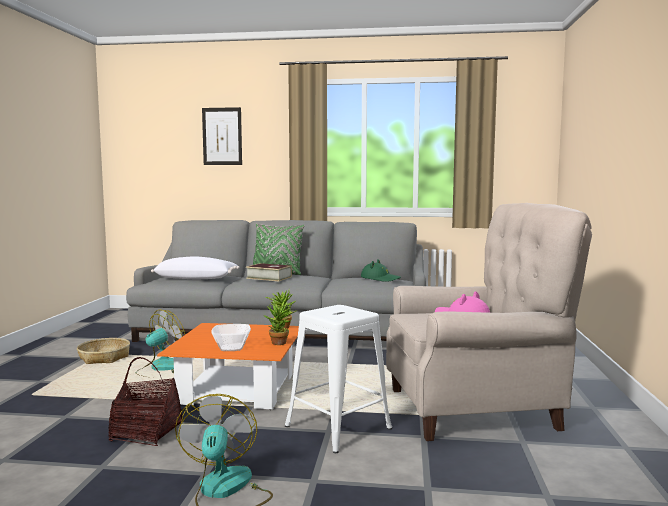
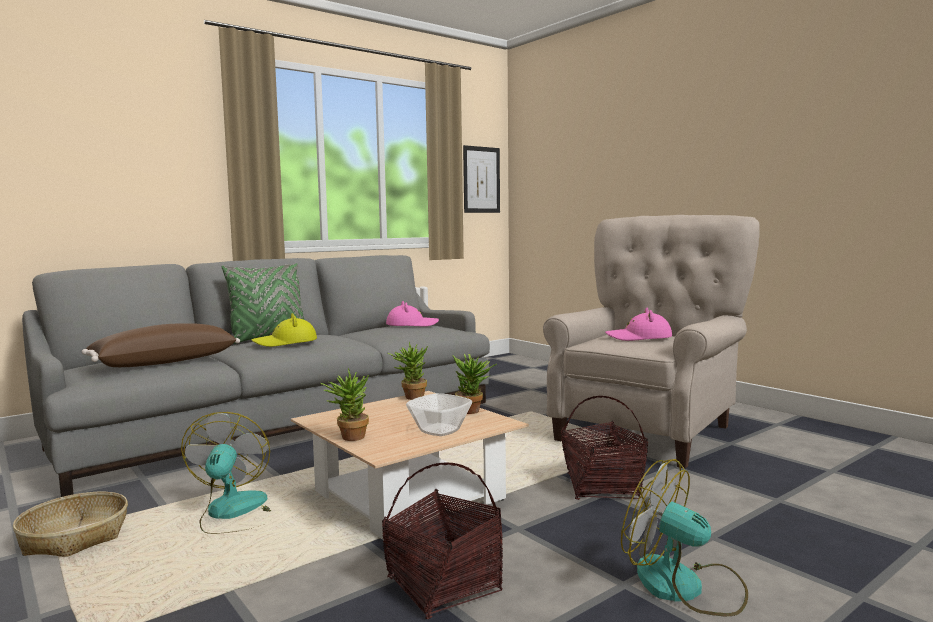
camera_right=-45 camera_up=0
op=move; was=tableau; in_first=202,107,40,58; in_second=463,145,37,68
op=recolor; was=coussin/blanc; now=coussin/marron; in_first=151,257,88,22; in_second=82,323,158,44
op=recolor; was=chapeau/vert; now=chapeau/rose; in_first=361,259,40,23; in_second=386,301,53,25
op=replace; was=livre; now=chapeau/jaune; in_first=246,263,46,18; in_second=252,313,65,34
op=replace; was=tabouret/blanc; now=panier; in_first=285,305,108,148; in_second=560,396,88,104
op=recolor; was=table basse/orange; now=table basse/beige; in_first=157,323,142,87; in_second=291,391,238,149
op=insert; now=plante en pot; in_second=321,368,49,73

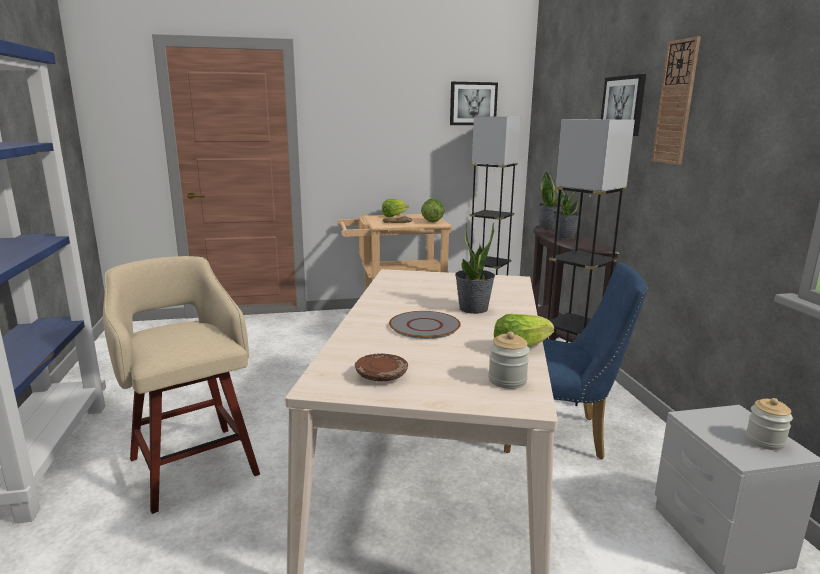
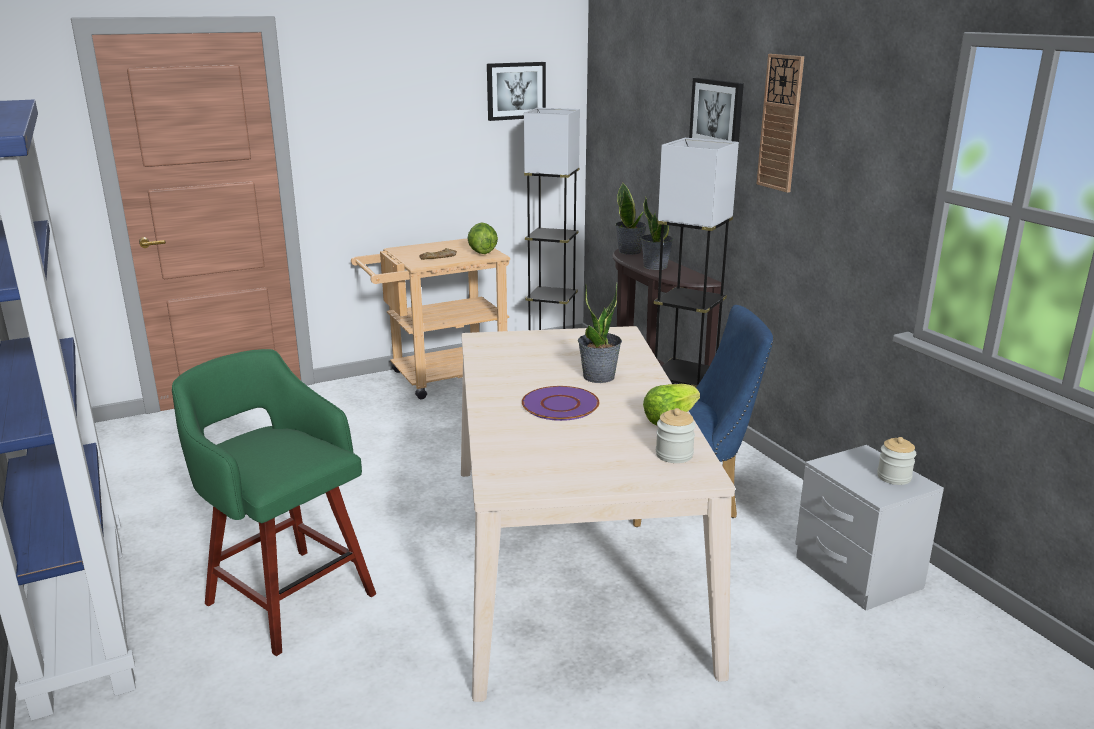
camera_right=-15 camera_up=5
op=delete; was=laitue; in_first=382,199,26,18
op=recolor; was=tabouret/beige; now=tabouret/vert; in_first=103,256,157,258; in_second=172,349,204,307
op=recolor; was=assiette/gris; now=assiette/violet; in_first=389,311,72,28; in_second=522,386,78,35
op=delete; was=assiette/marron; in_first=355,353,53,29

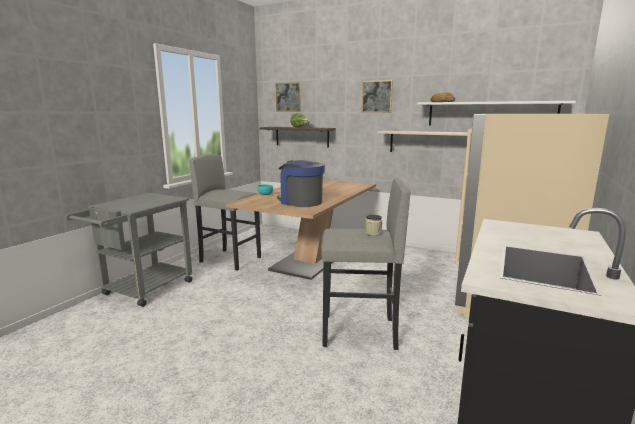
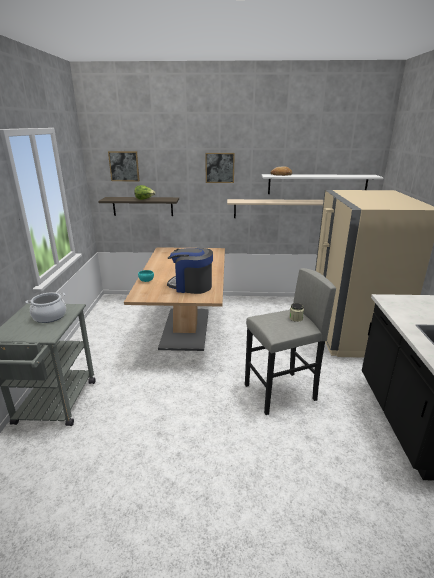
camera_right=-25 camera_up=10
op=delete; was=tabouret/gris; in_first=189,154,72,117
op=insert; now=marmite; in_second=26,293,40,30

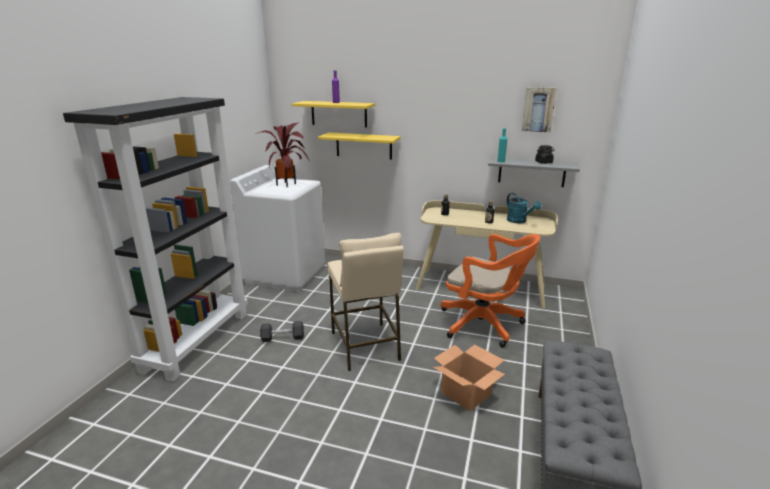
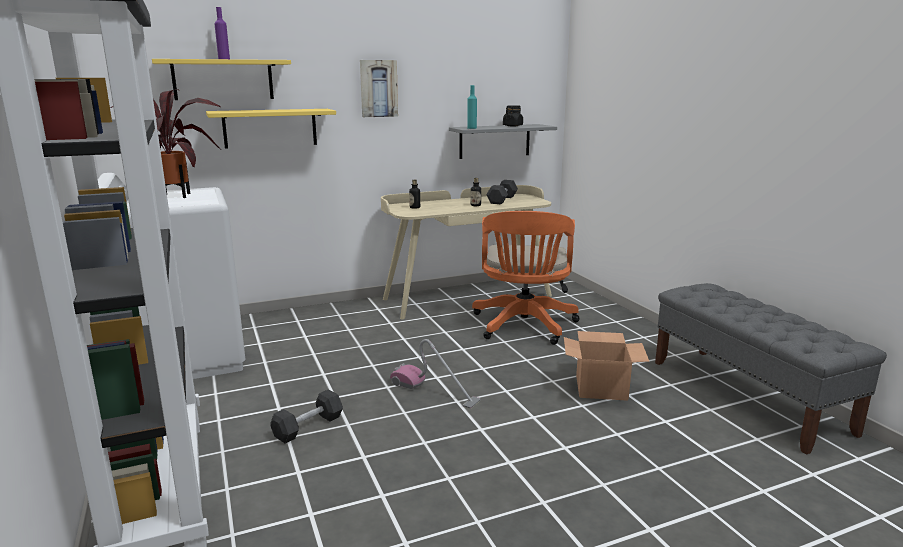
camera_right=-40 camera_up=-5
op=move; was=tableau; in_first=522,87,35,45; in_second=360,60,38,57
op=replace; was=arrosoir/turquoise; now=haltère/noir; in_first=507,193,34,30; in_second=486,180,32,24
op=replace; was=tabouret/beige; now=aspirateur; in_first=327,233,77,138; in_second=390,339,91,70
op=rotate; was=chaise de bureau/orange; in_first=440,234,101,114; in_second=472,211,108,134; clockwise=105

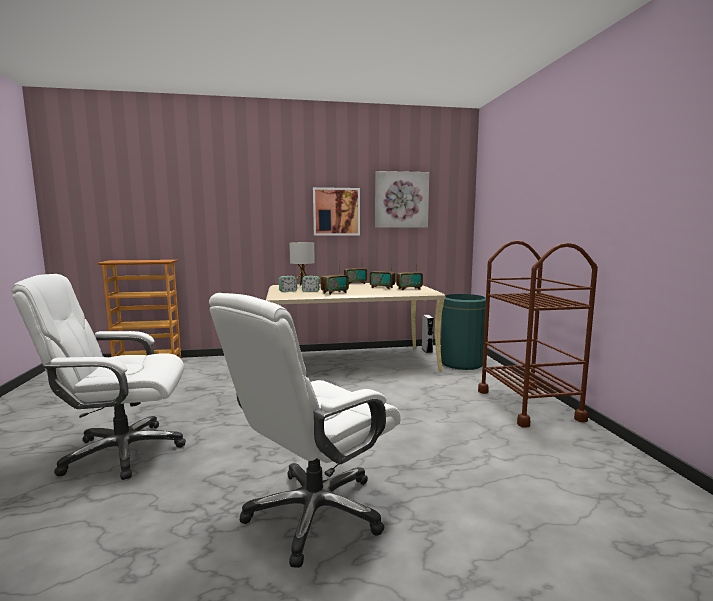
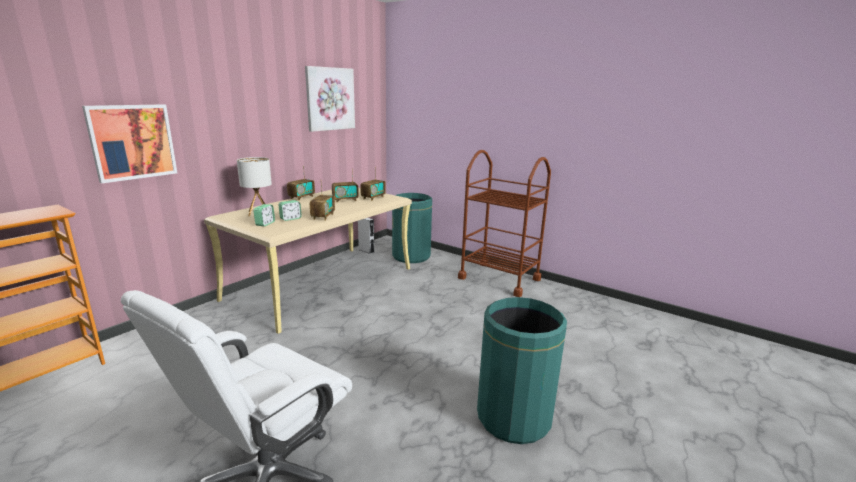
camera_right=-45 camera_up=10
op=move; was=tableau; in_first=313,187,47,49; in_second=82,104,95,79
op=replace; was=chaise de bureau/blanc; now=poubelle/vert; in_first=209,293,192,275; in_second=477,297,90,147

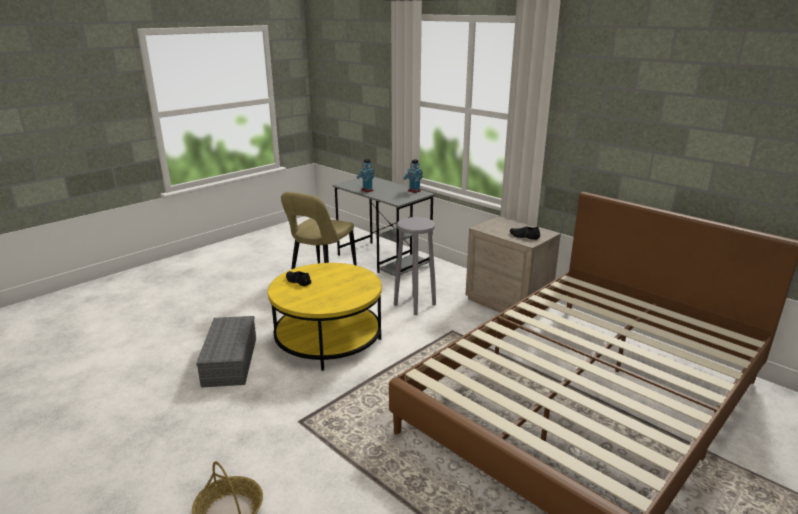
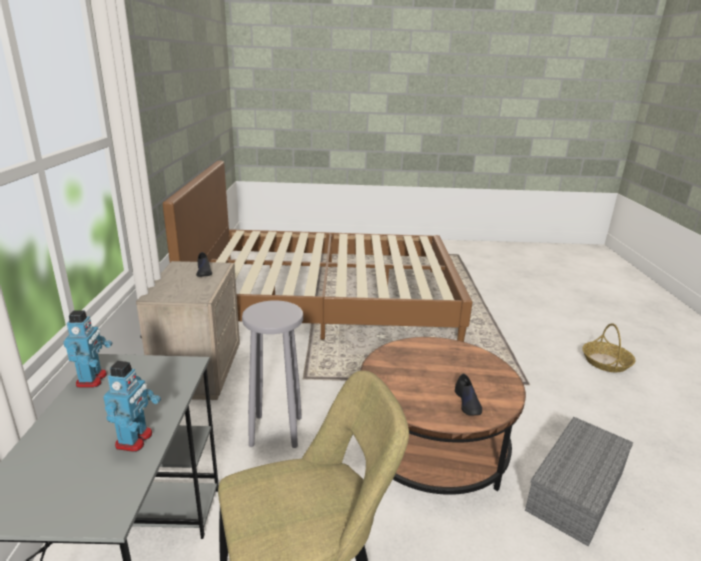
camera_right=-135 camera_up=0
op=recolor; was=table basse/jaune; now=table basse/marron; in_first=268,263,114,107; in_second=360,337,166,158

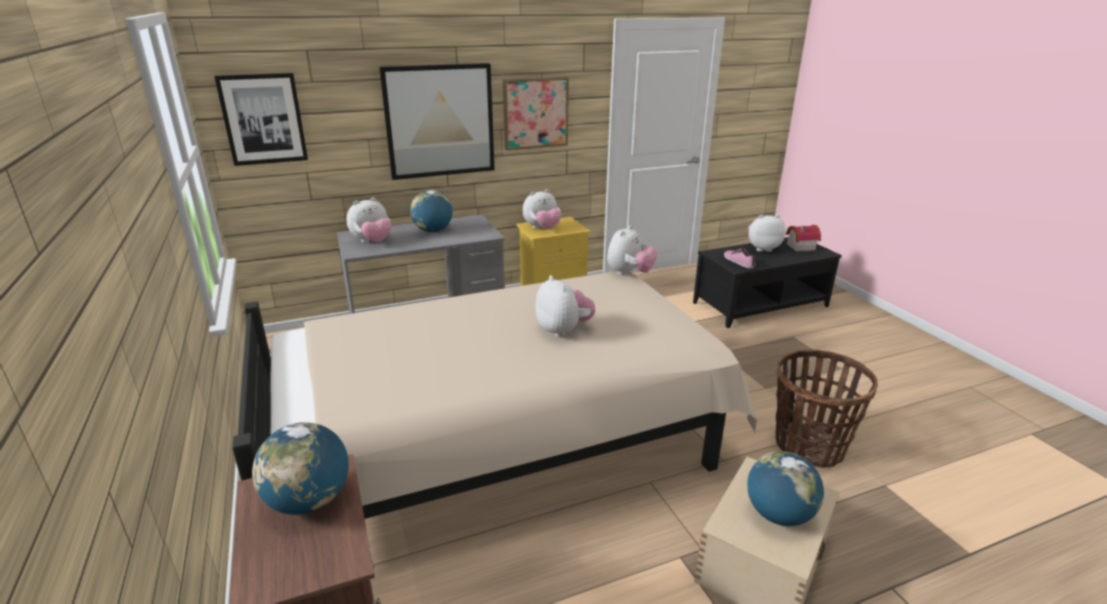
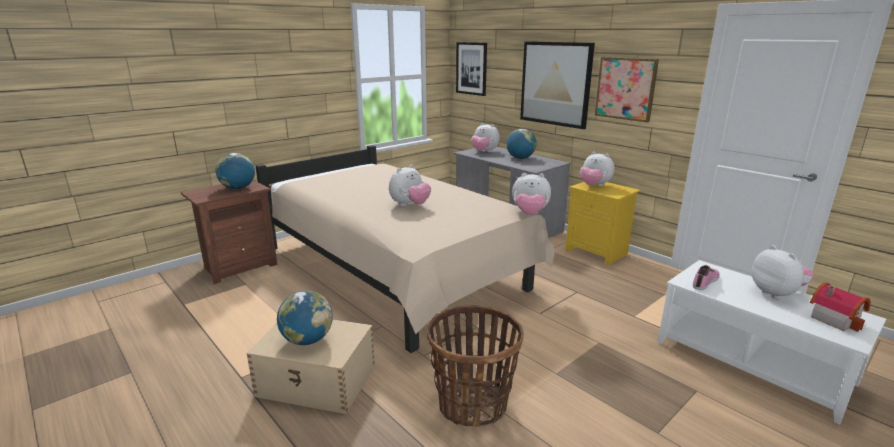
camera_right=70 camera_up=-5
op=recolor; was=table basse/noir; now=table basse/blanc; in_first=693,237,149,91; in_second=657,260,229,165

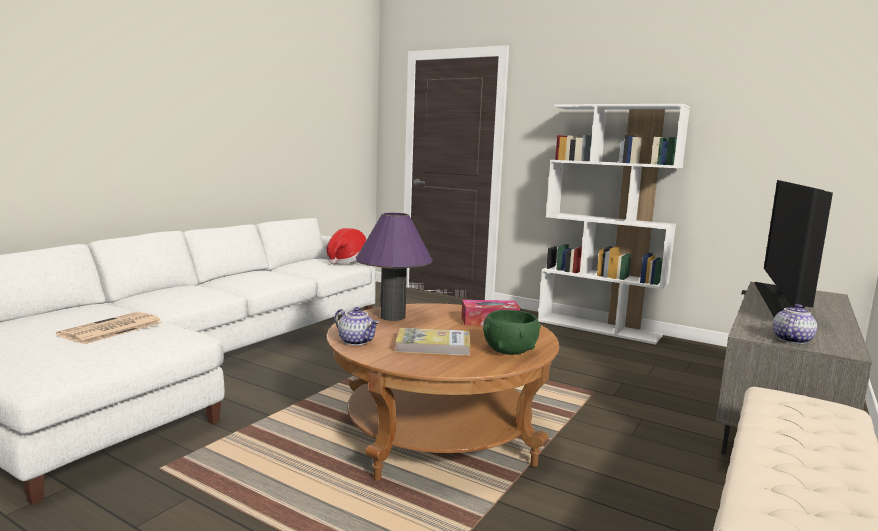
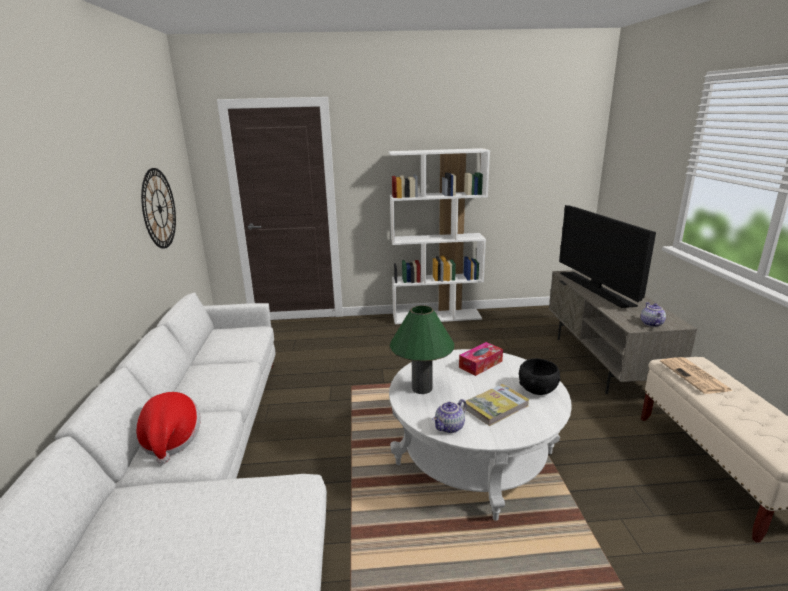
camera_right=-35 camera_up=10
op=recolor; was=lampe de table/violet; now=lampe de table/vert; in_first=356,213,77,108; in_second=390,305,64,89
op=move; was=chapeau; in_first=326,228,41,37; in_second=136,392,65,72
op=recolor; was=table basse/marron; now=table basse/blanc; in_first=327,303,232,178; in_second=389,349,183,172
op=rotate; was=théière; in_first=335,307,44,38; in_second=432,399,35,34; clockwise=135
op=recolor; was=bol/vert; now=bol/noir; in_first=483,310,58,45; in_second=519,358,41,37
op=move; was=journal; in_first=56,312,107,32; in_second=660,357,73,37
op=insert; now=horloge murale; in_second=141,168,35,81

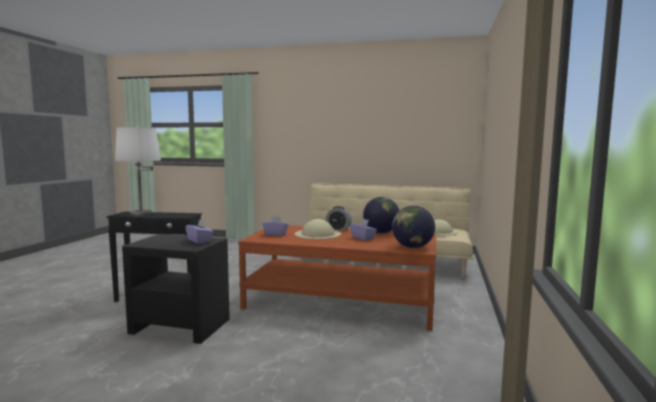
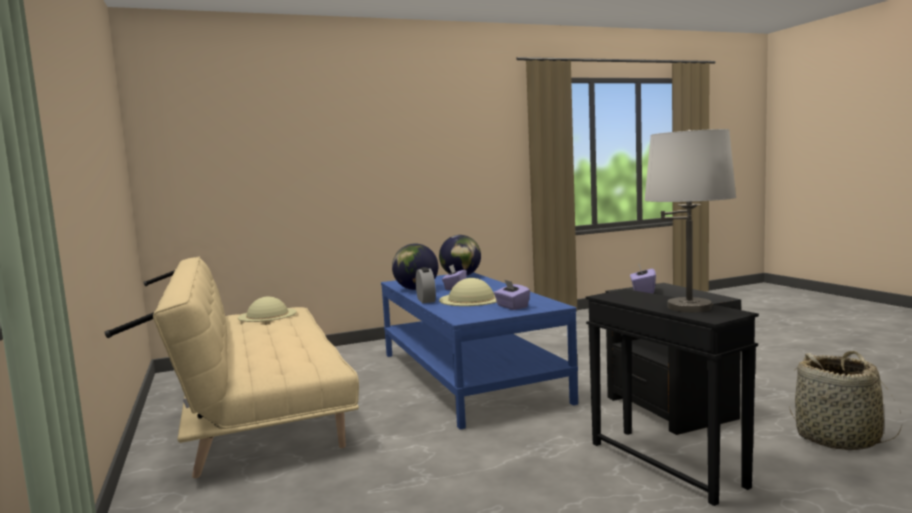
camera_right=-125 camera_up=0
op=recolor; was=table basse/marron; now=table basse/bleu; in_first=238,225,198,106; in_second=381,272,197,158
op=insert; now=panier; in_second=789,351,113,99

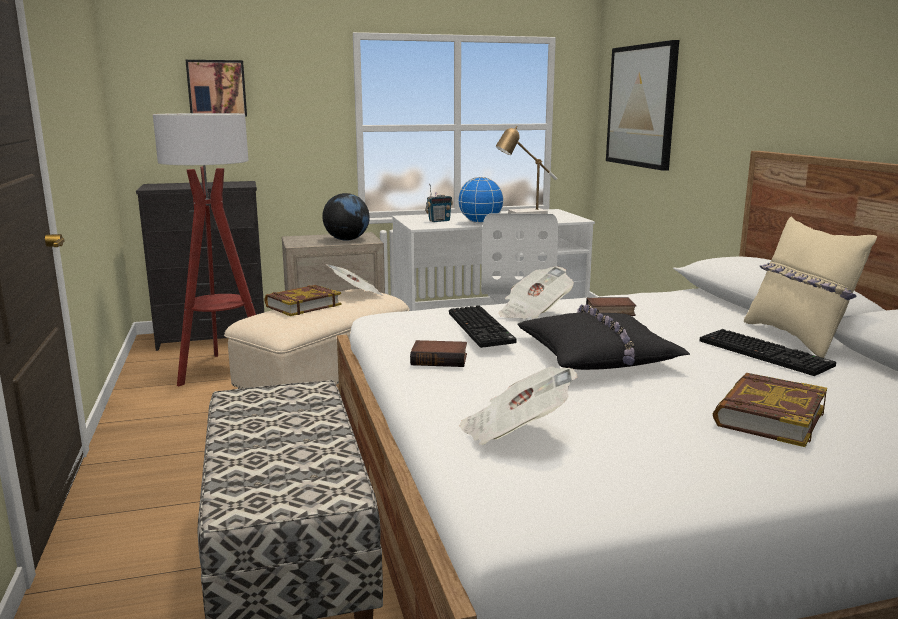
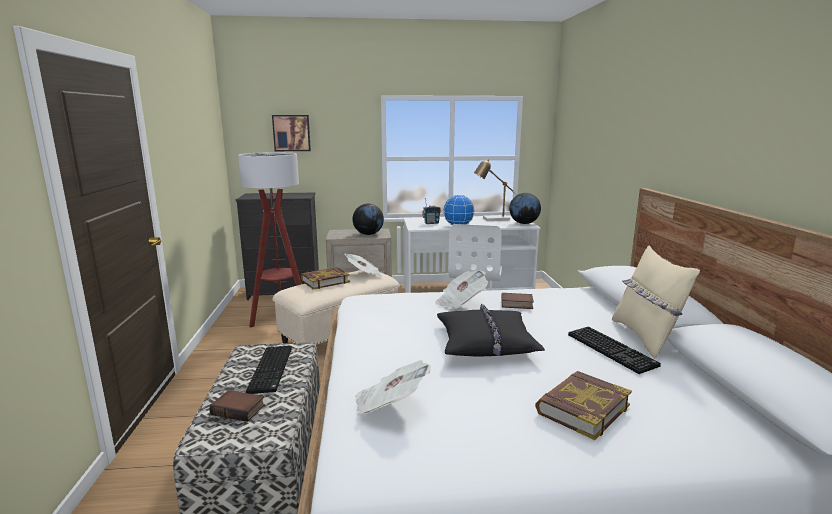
camera_right=10 camera_up=0
op=delete; was=tableau; in_first=606,40,73,131
op=move; was=clavier; in_first=449,305,68,43; in_second=246,345,46,49
op=move; was=livre; in_first=410,340,57,27; in_second=209,390,56,32
op=insert; now=globe; in_second=509,193,32,31

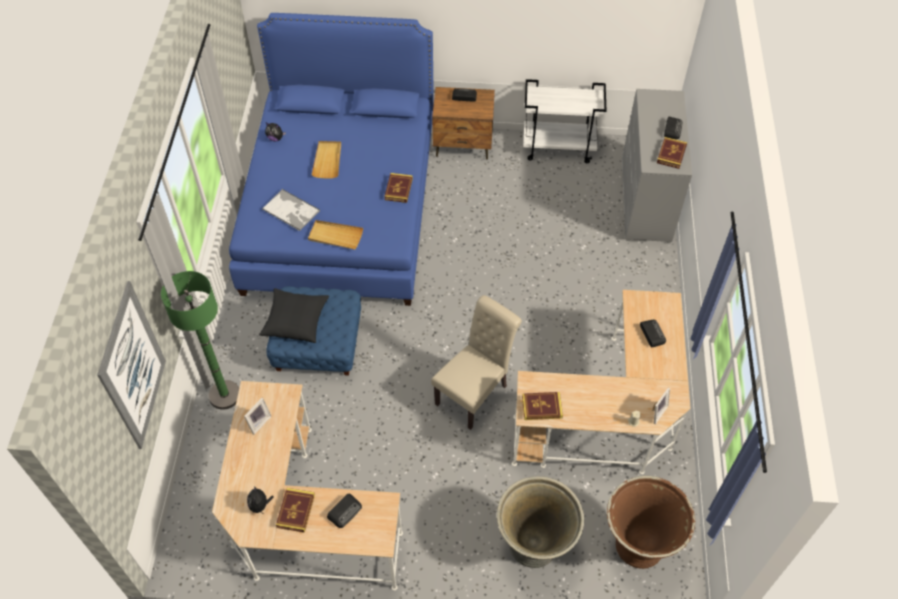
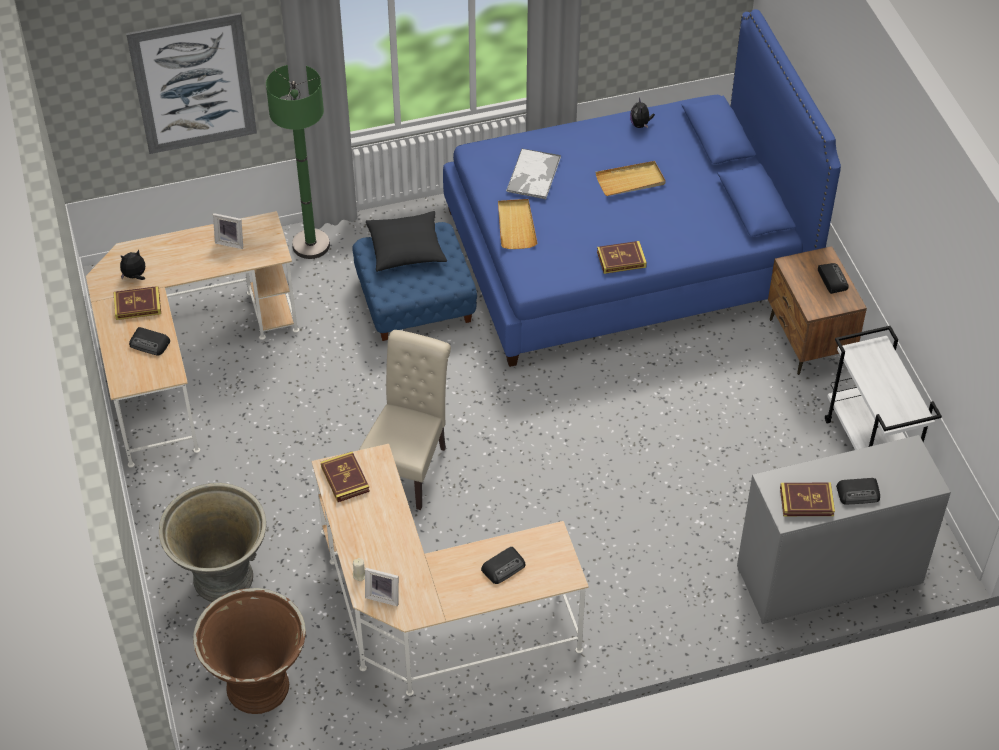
camera_right=70 camera_up=-5
op=rotate; was=chaise/beige; in_first=431,295,91,135; in_second=359,330,92,180; clockwise=-90

